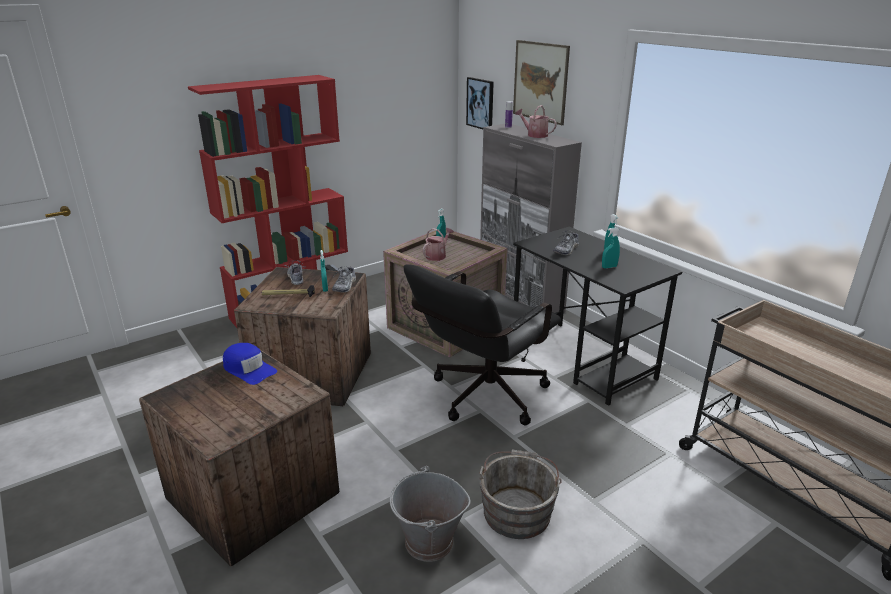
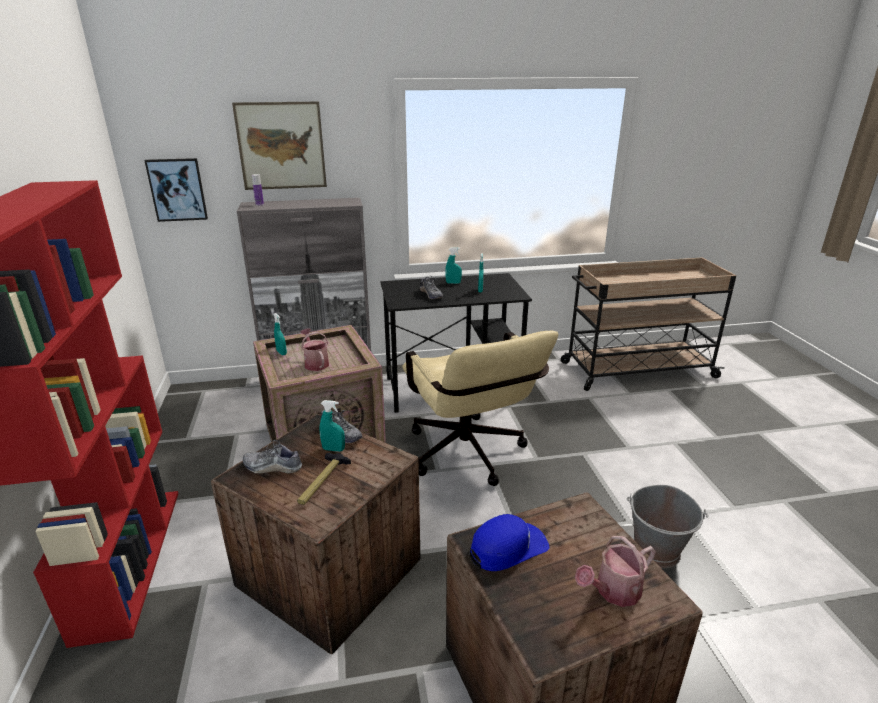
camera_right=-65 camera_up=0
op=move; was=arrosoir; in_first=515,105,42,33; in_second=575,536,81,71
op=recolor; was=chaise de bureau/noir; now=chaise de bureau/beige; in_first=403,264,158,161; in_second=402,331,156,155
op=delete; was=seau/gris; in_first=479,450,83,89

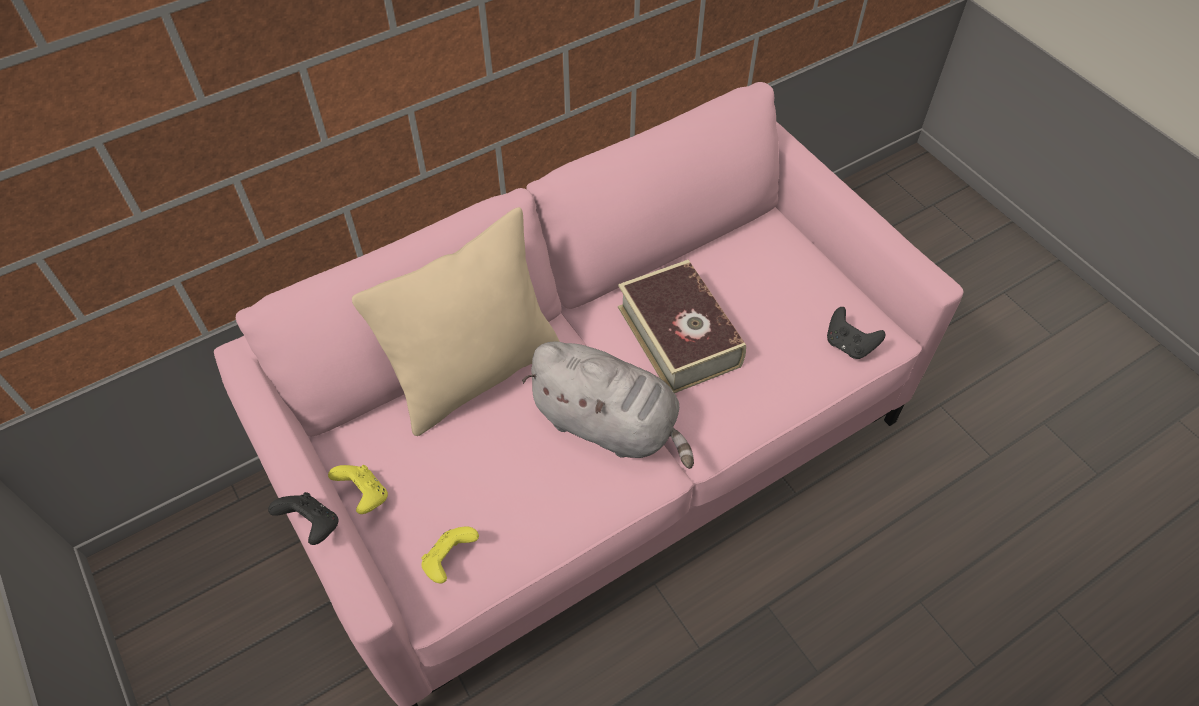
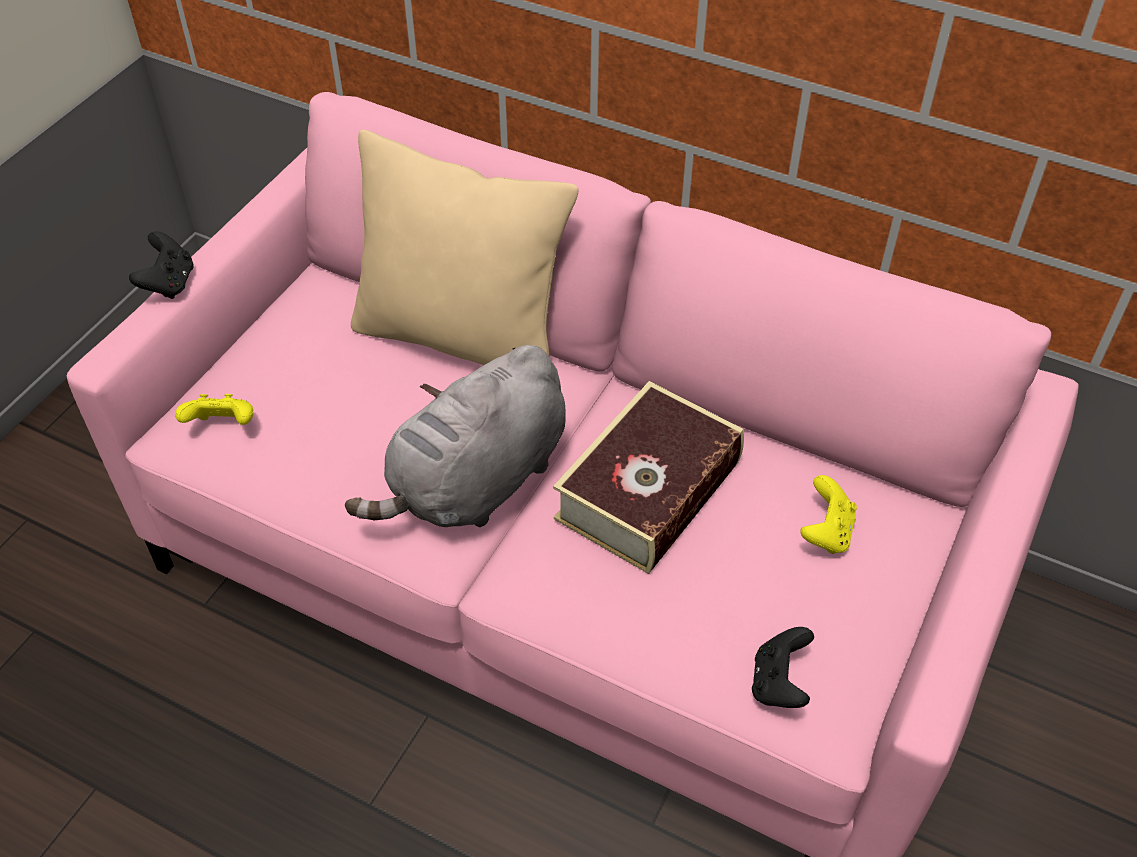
camera_right=60 camera_up=-5
op=rotate; was=peluche/gris; in_first=522,341,172,128; in_second=345,345,221,182; clockwise=45
op=move; was=manette/jaune; in_first=328,465,60,49; in_second=800,475,57,79

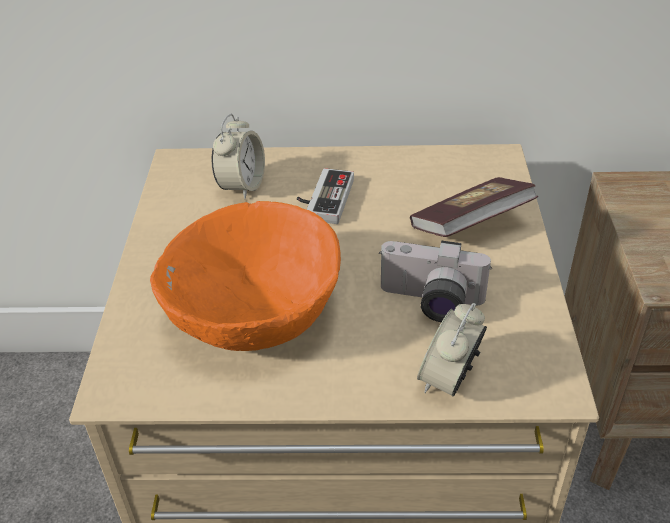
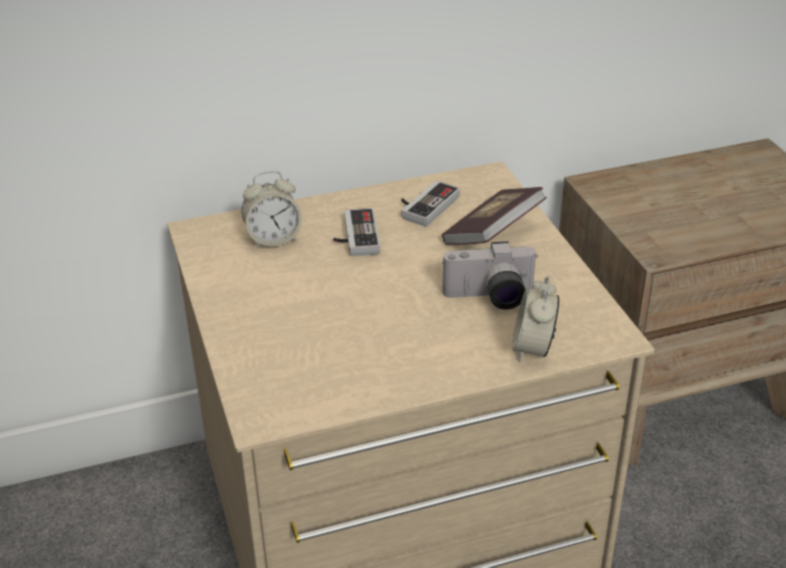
camera_right=-20 camera_up=-5
op=rotate; was=réveil; in_first=212,114,53,85; in_second=241,171,61,78; clockwise=75
op=delete; was=bol/orange; in_first=150,201,191,150
op=insert; now=manette; in_second=401,181,59,46

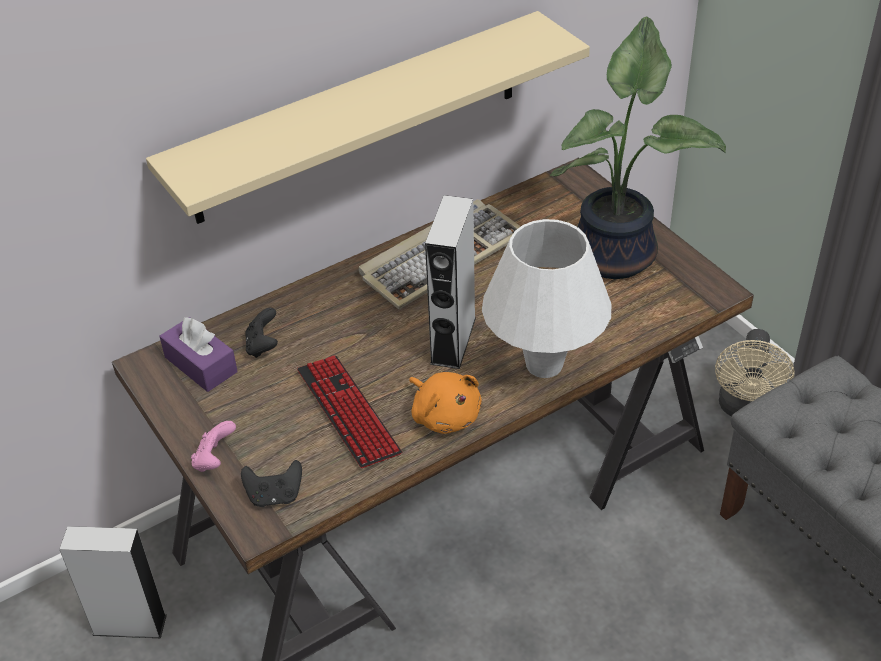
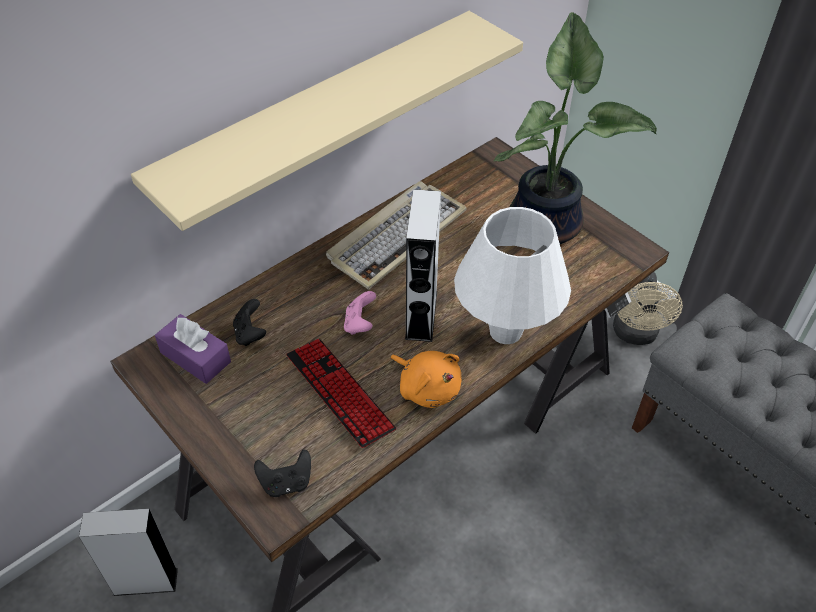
camera_right=-10 camera_up=5
op=move; was=manette/rose; in_first=191,421,45,51; in_second=344,291,32,44

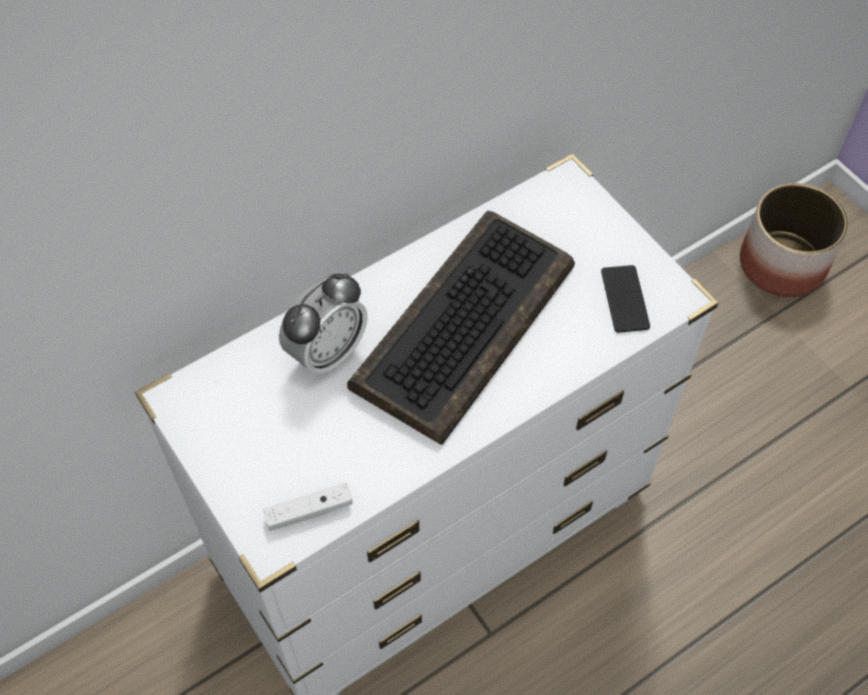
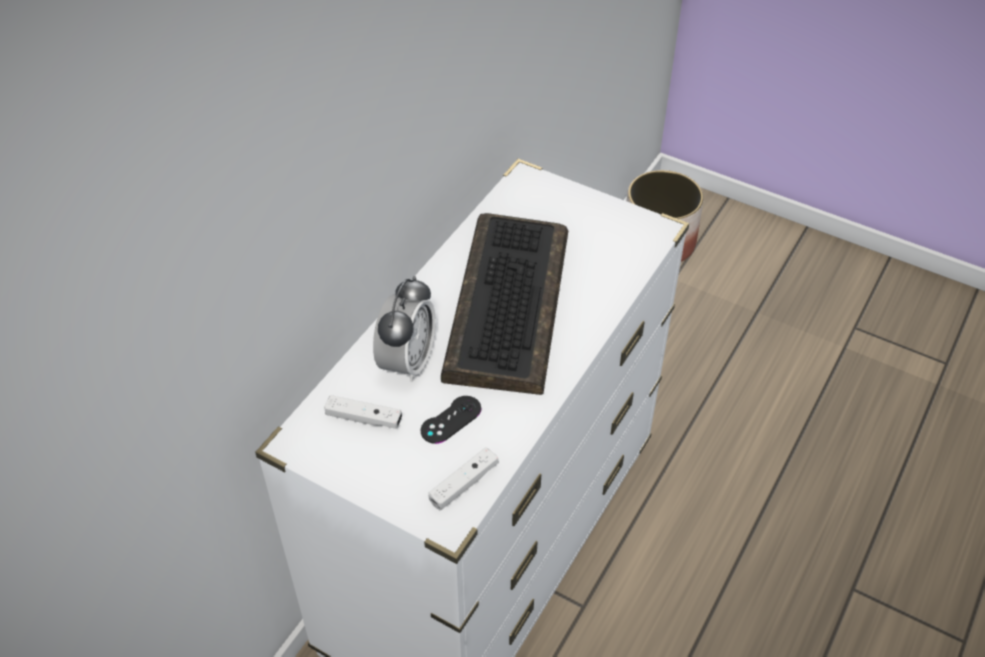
camera_right=-25 camera_up=-10
op=delete; was=téléphone; in_first=601,265,49,68
op=insert; now=manette/blanc; in_second=324,395,78,34
op=insert; now=manette/noir; in_second=421,396,60,48

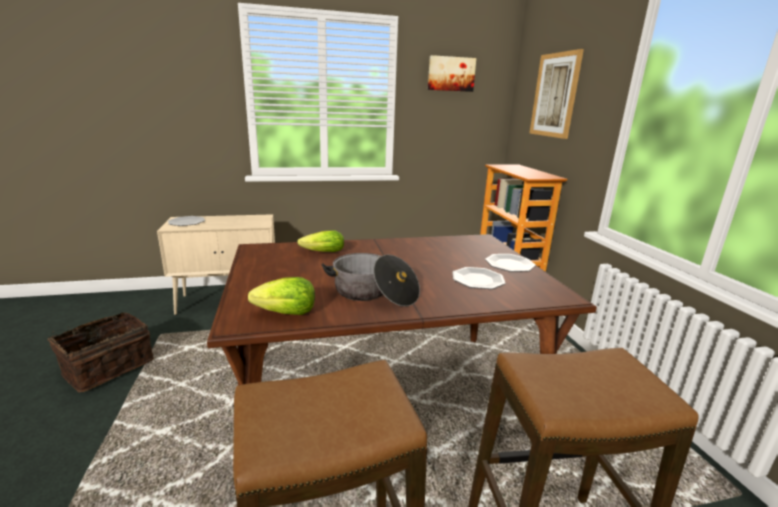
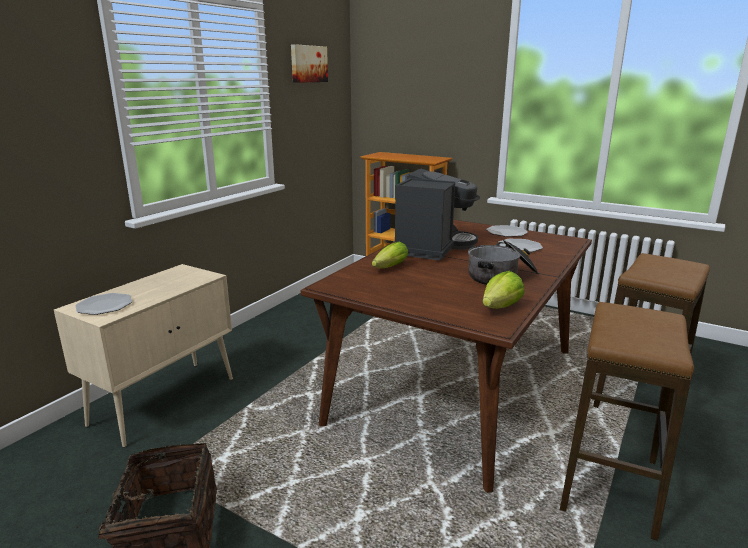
camera_right=-45 camera_up=0
op=delete; was=tableau; in_first=530,49,54,90
op=insert; now=machine à café; in_second=394,169,86,91

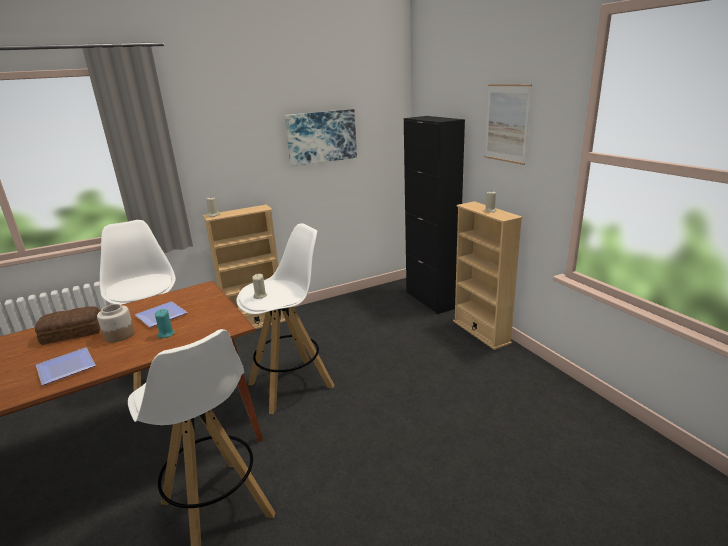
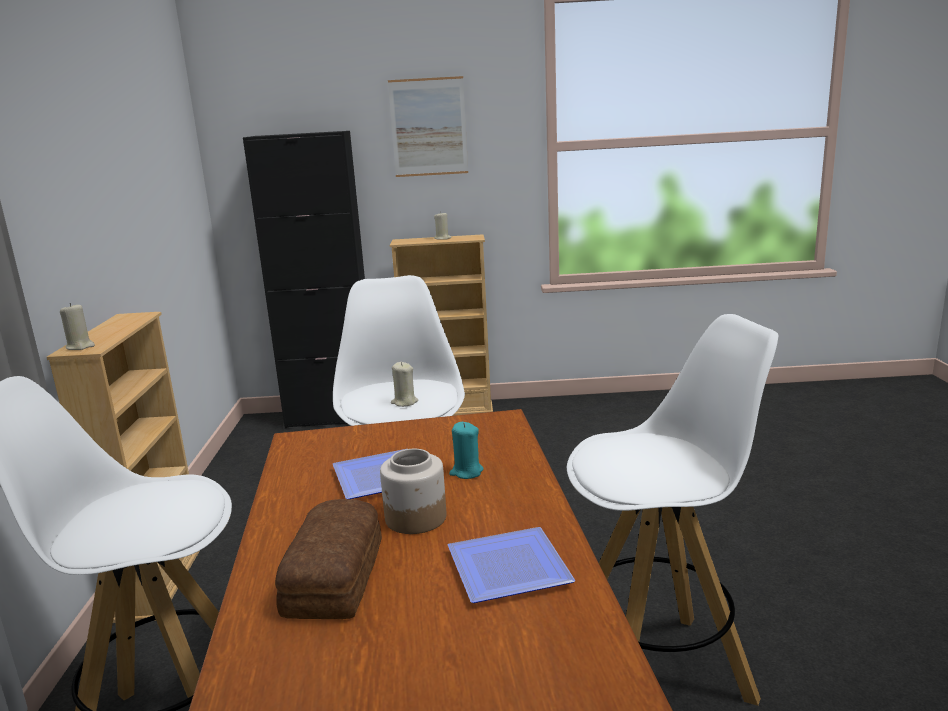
camera_right=-65 camera_up=-5
op=delete; was=tableau; in_first=285,109,72,57

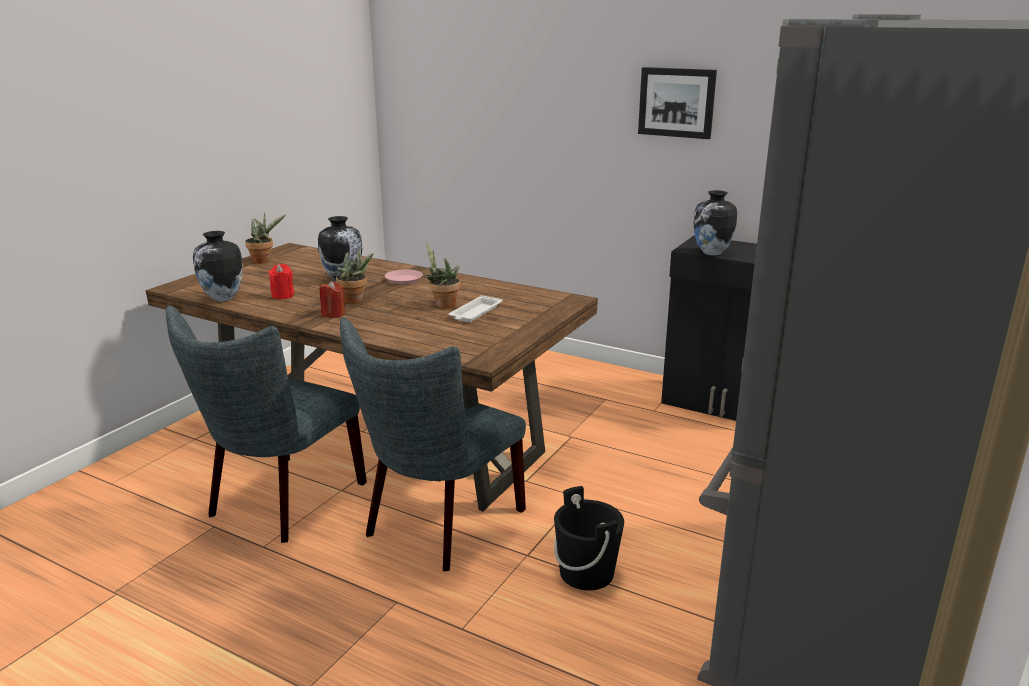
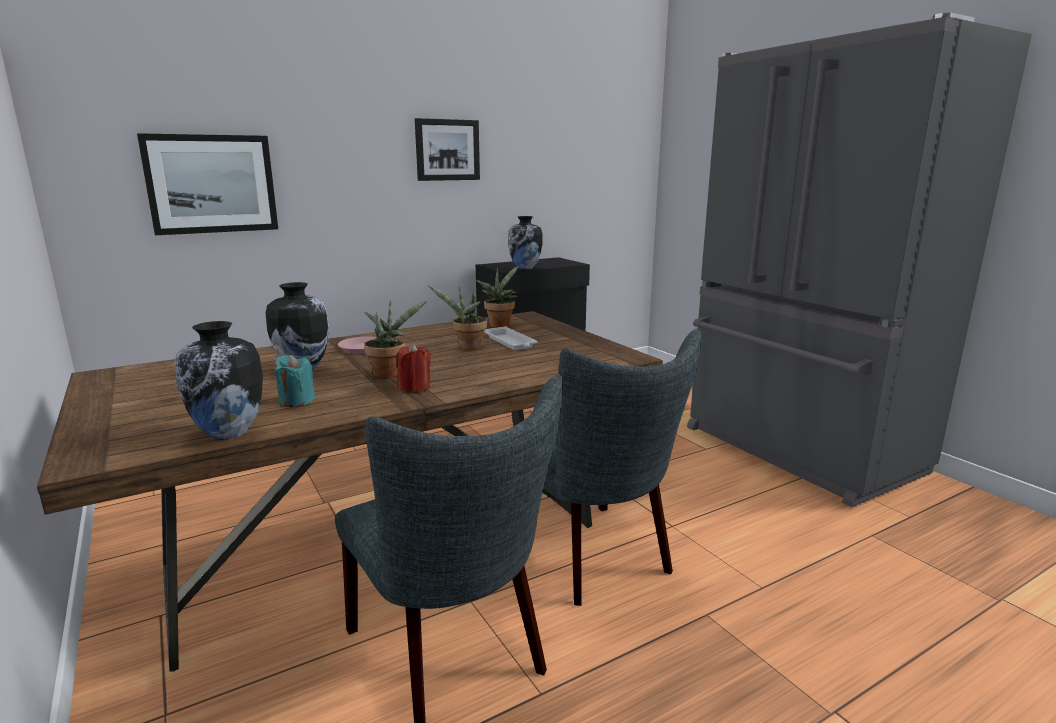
camera_right=-60 camera_up=-5
op=move; was=plante en pot; in_first=245,212,41,52; in_second=476,265,43,63
op=recolor; was=bougie/rouge; now=bougie/turquoise; in_first=268,264,26,35; in_second=275,355,40,52
op=delete; was=seau/noir; in_first=554,486,70,105
op=insert; now=tableau; in_second=137,133,141,102

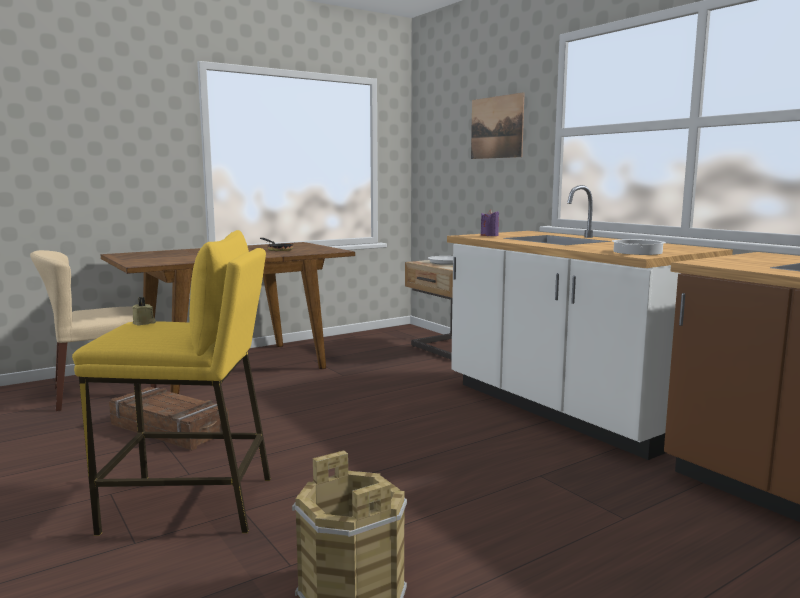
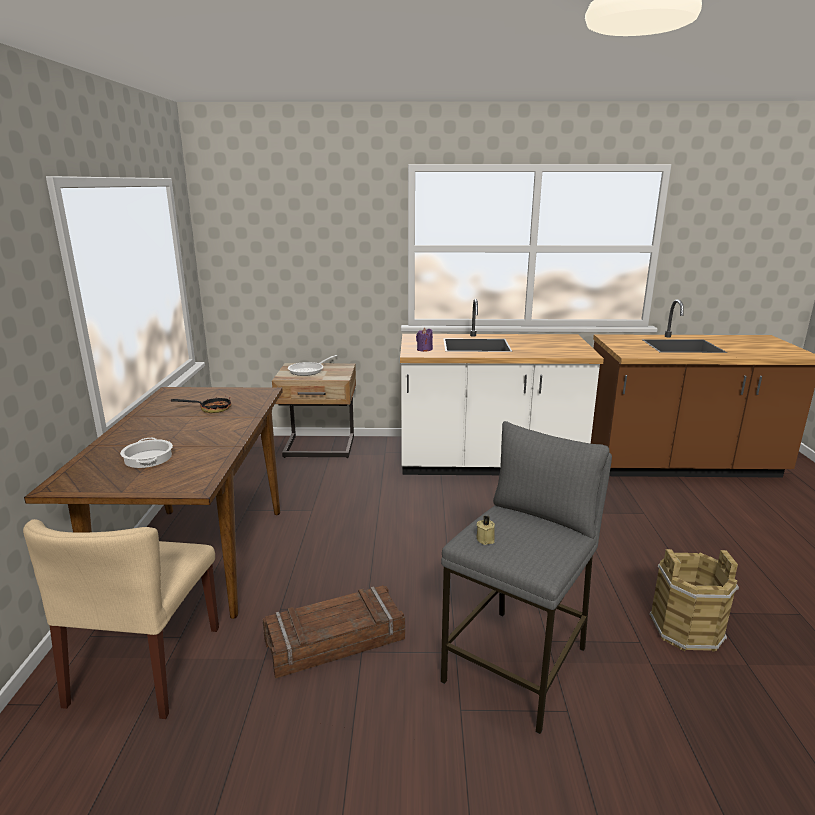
camera_right=-55 camera_up=10
op=delete; was=tableau; in_first=471,92,54,67
op=recolor; was=tabouret/jaune; now=tabouret/gris; in_first=72,230,199,306; in_second=441,421,171,313
op=move; was=marmite; in_first=612,239,54,16; in_second=120,438,53,30

